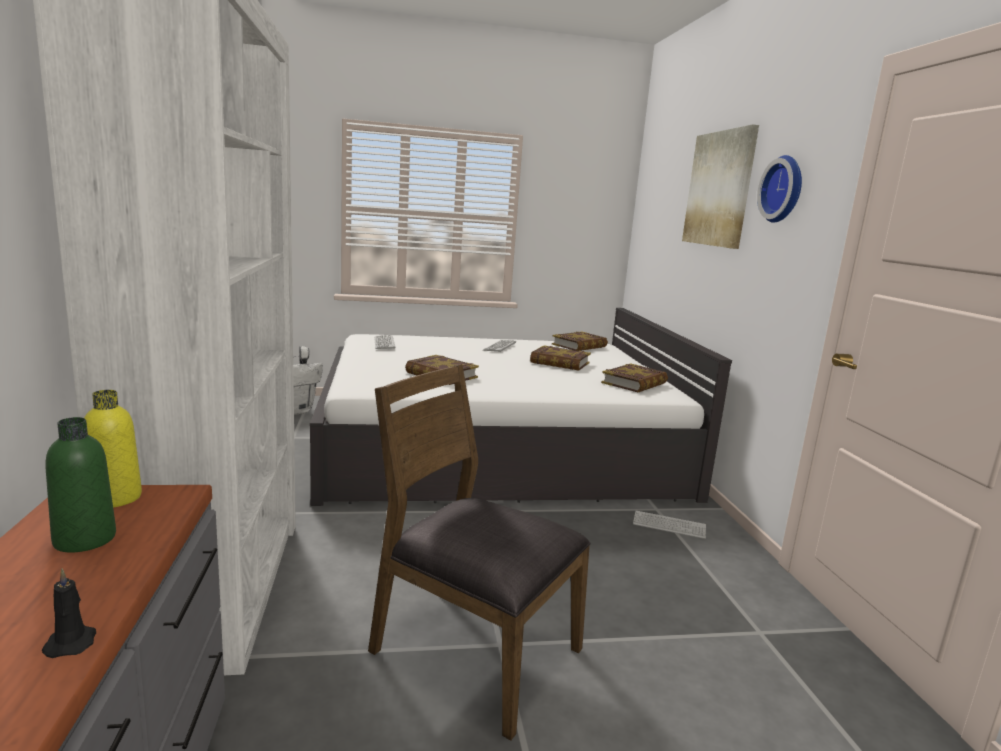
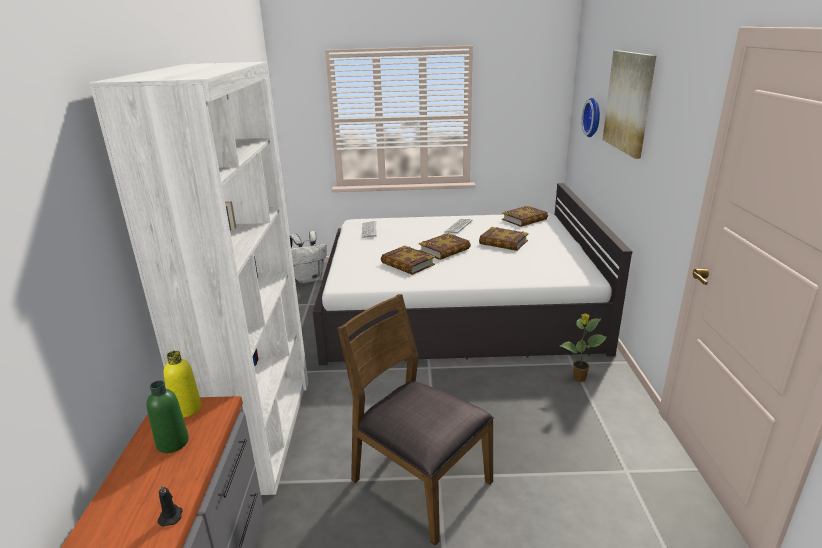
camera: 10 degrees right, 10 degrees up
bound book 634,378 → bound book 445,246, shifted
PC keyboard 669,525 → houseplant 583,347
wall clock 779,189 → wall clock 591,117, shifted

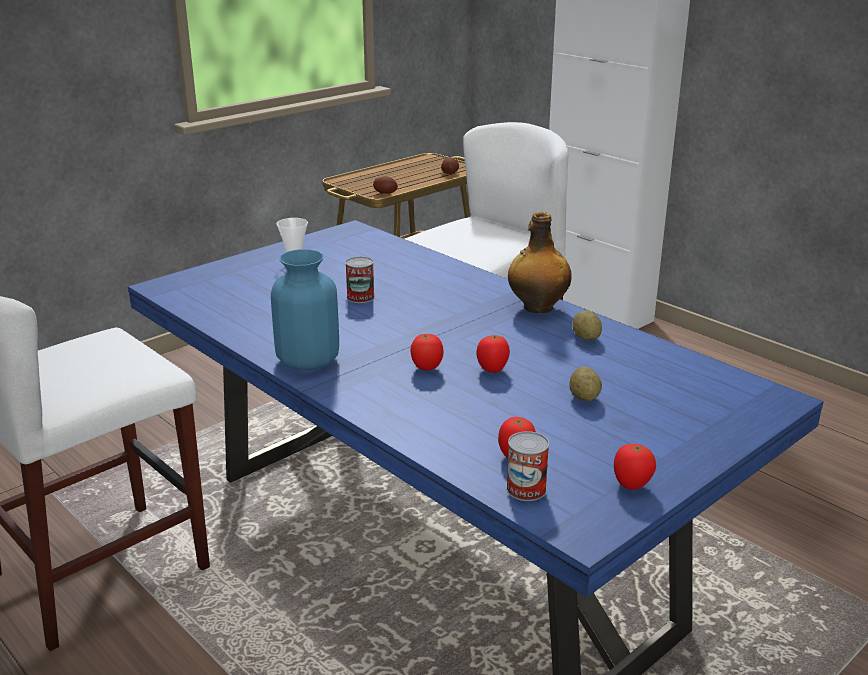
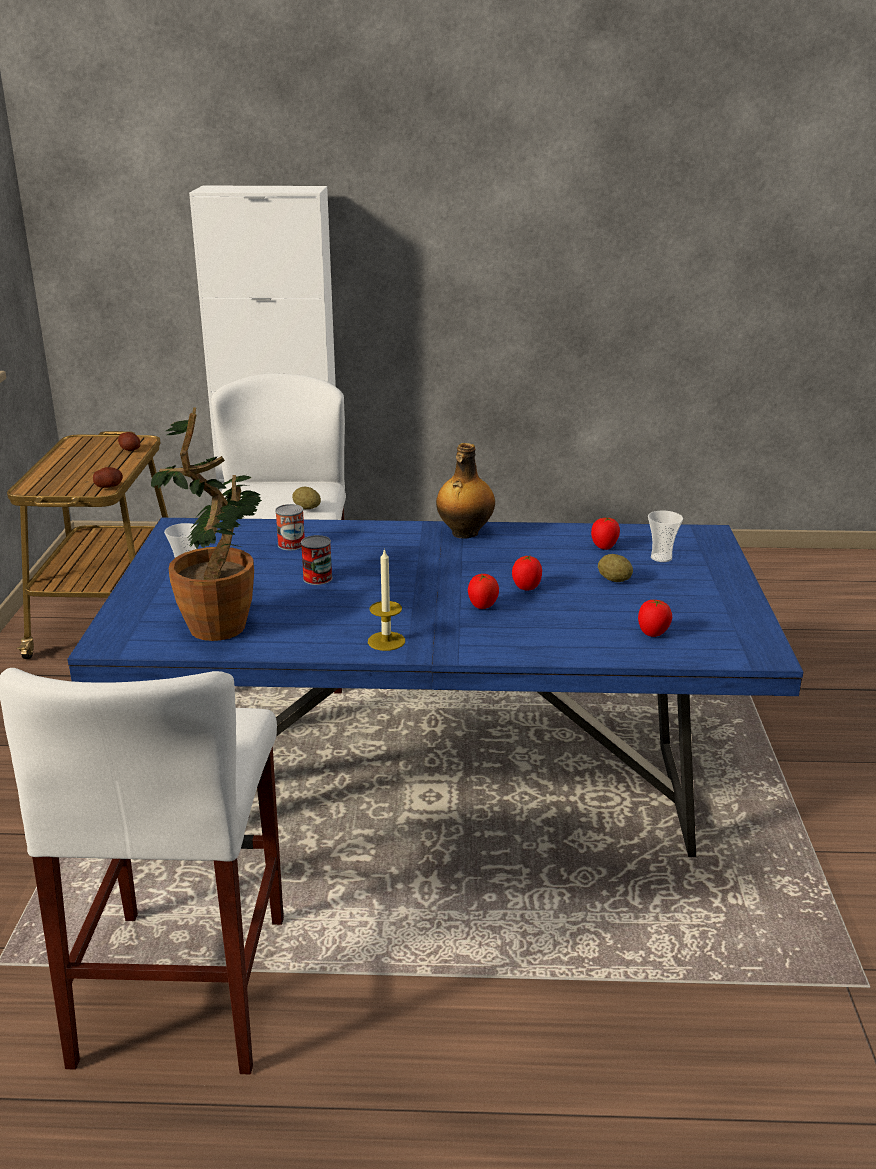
camera: 45 degrees left, 0 degrees up
decorative vase in blue-coloured 305,309 → candle 386,599
sealed can 527,466 → sealed can 290,527, shifted
potato 587,325 → potato 306,498, shifted
whole tomato 635,467 → whole tomato 605,533, shifted
- → houseplant 206,524
- → small cup 665,536

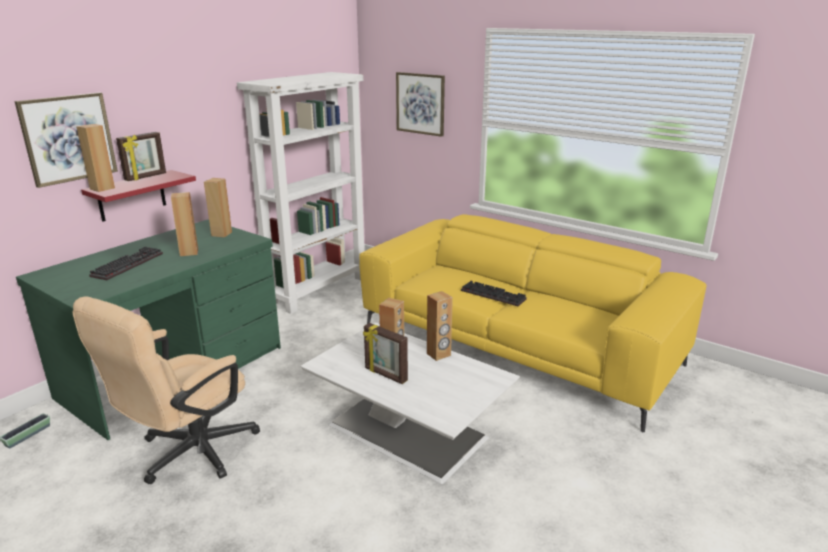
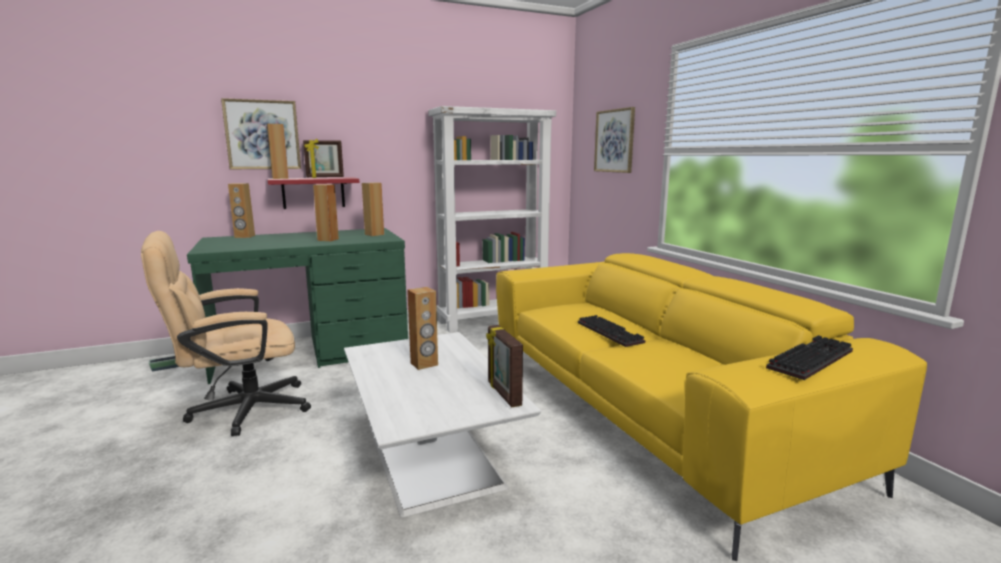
camera: 30 degrees right, 10 degrees down
PC keyboard 126,263 → PC keyboard 809,357, shifted
picture frame 385,353 → picture frame 504,366, shifted
loudspeaker in brownish 440,326 → loudspeaker in brownish 241,210, shifted

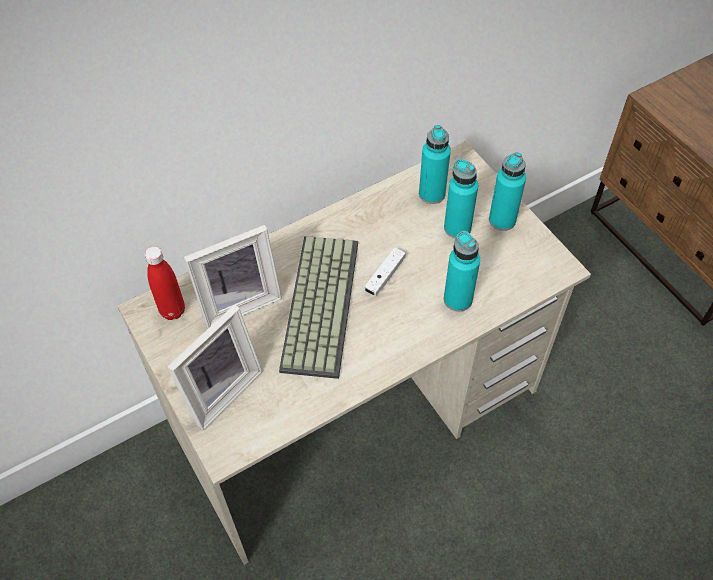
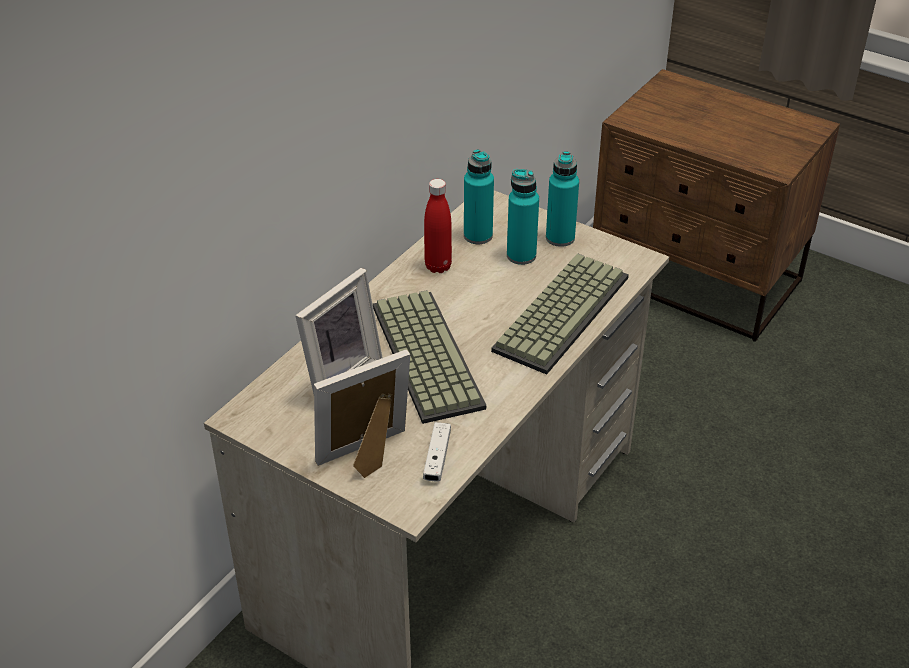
camera: 25 degrees left, 15 degrees down
drink bottle in red 165,283 → drink bottle in red 438,226, shifted
picture frame 215,367 → picture frame 362,414, 135 degrees counterclockwise
joypad in white-coloured 385,271 → joypad in white-coloured 437,451, shifted
drink bottle in turquoise-coloured 462,271 → PC keyboard 560,314

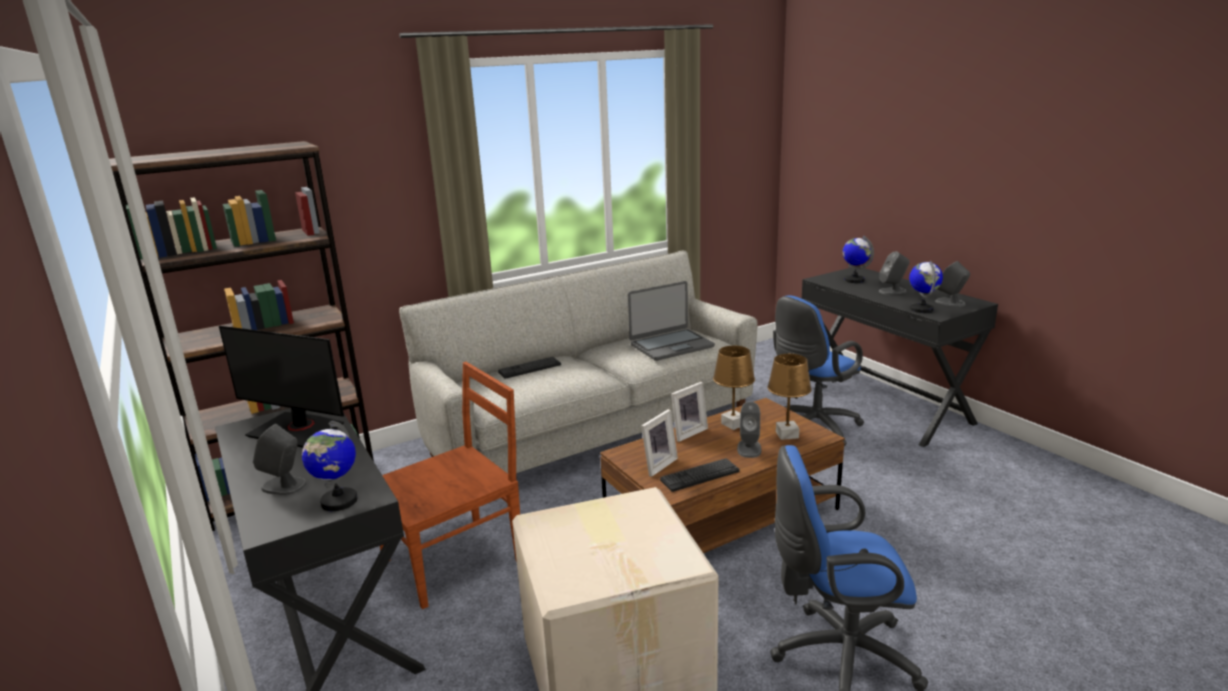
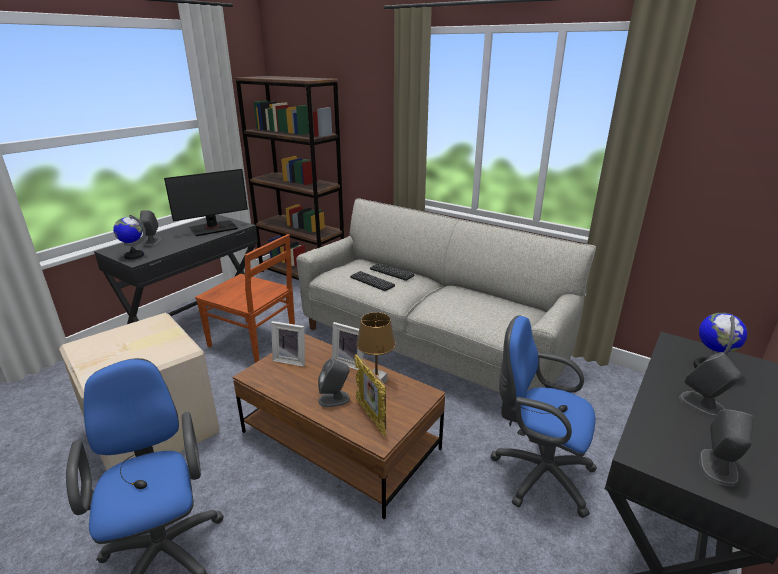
camera: 65 degrees right, 5 degrees up
computer display 281,387 → computer display 206,202, 120 degrees counterclockwise
laptop 671,321 → -
PC keyboard 699,475 → PC keyboard 372,281, shifted
table lamp in brownish 789,397 → picture frame 370,395
desk globe 926,286 → -

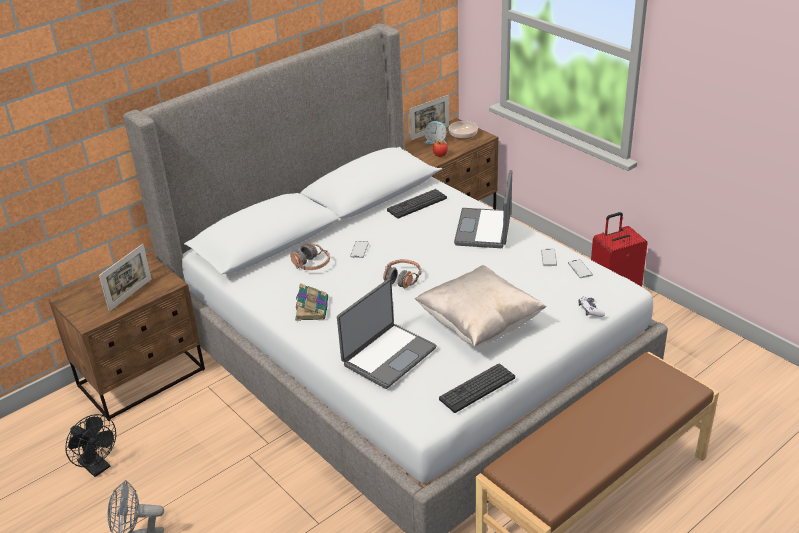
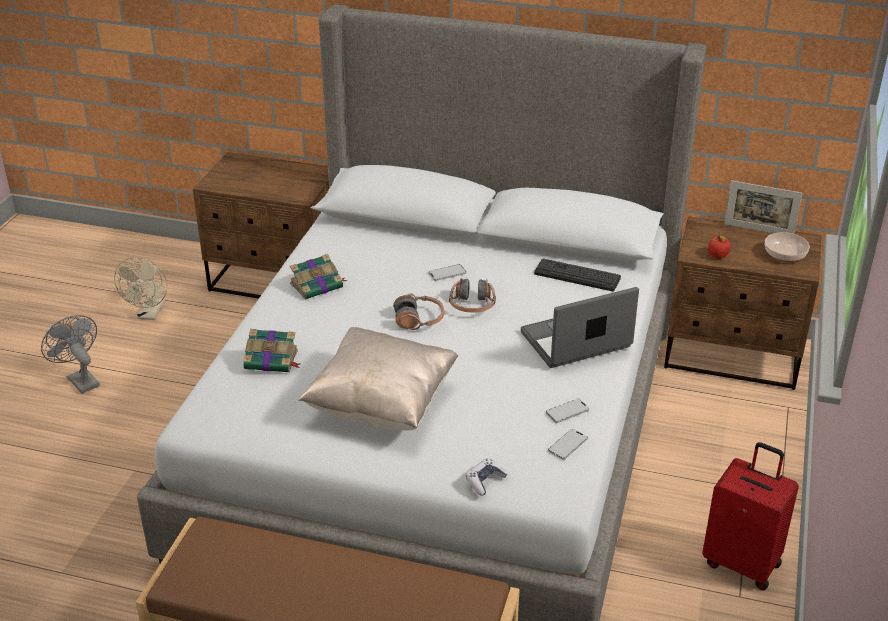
camera: 55 degrees right, 0 degrees up
fan in black 90,445 → fan in sand-coloured 140,288
picture frame 125,278 → -
headphones 310,256 → headphones 472,295, shifted
laptop 387,334 → bound book 271,350
alarm clock 435,132 → -
PC keyboard 477,388 → -

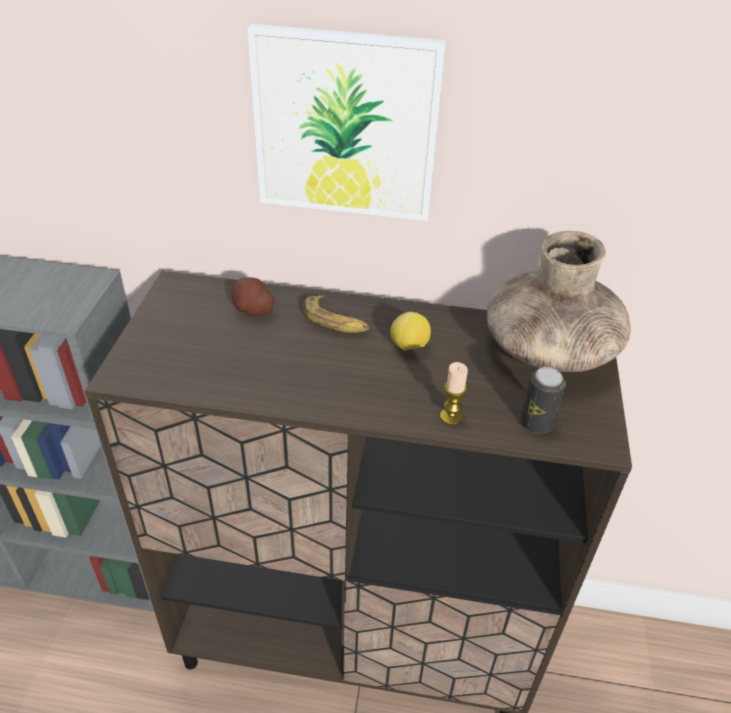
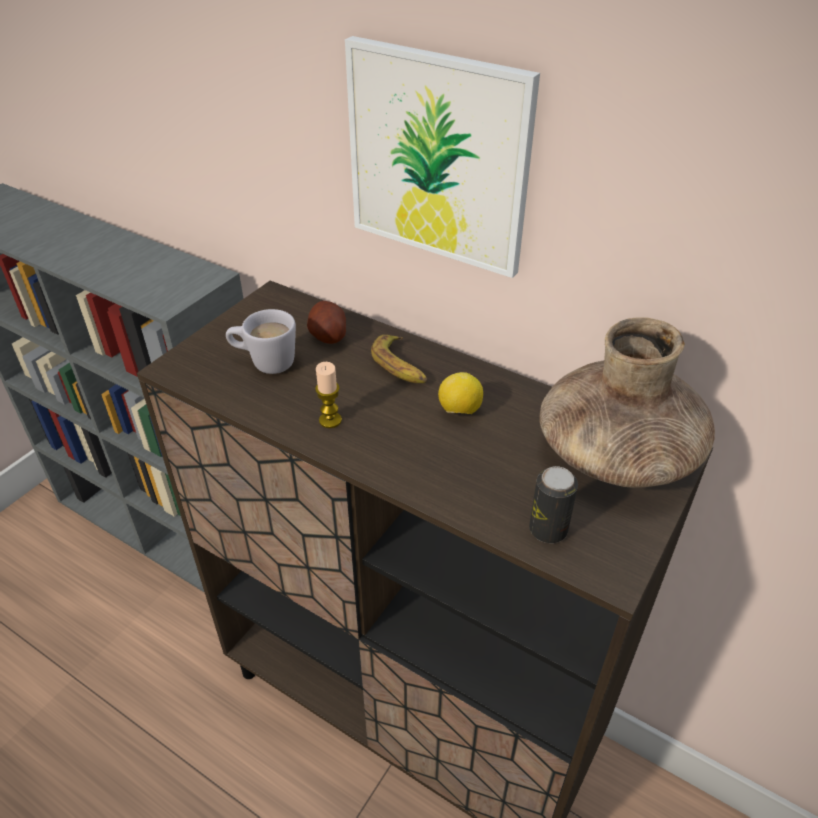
camera: 25 degrees right, 0 degrees up
candle 454,393 → candle 328,395, shifted
- → mug in white-coloured 261,341

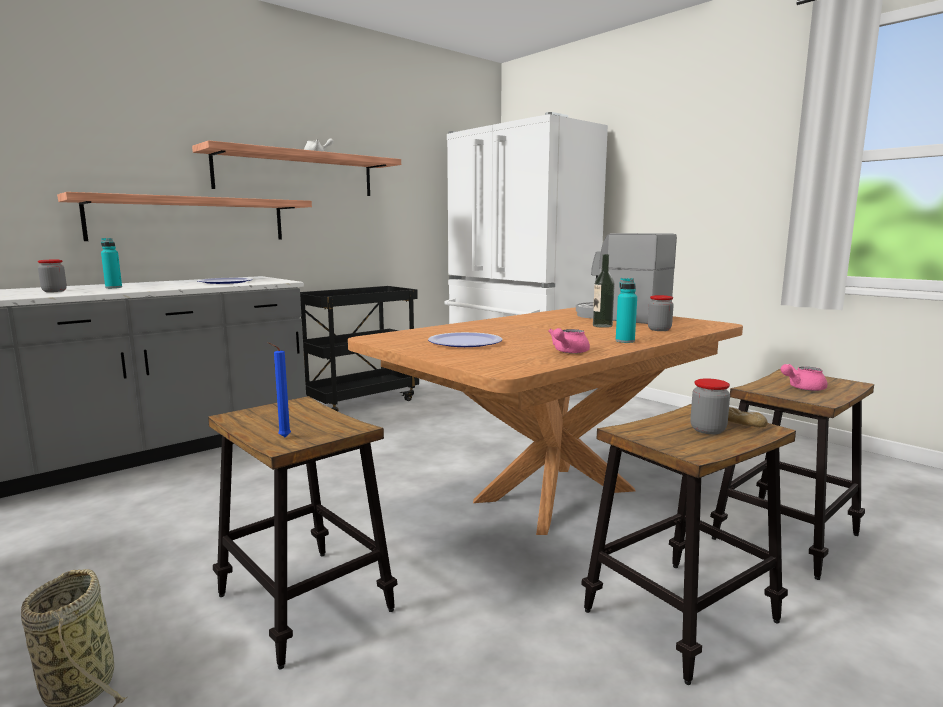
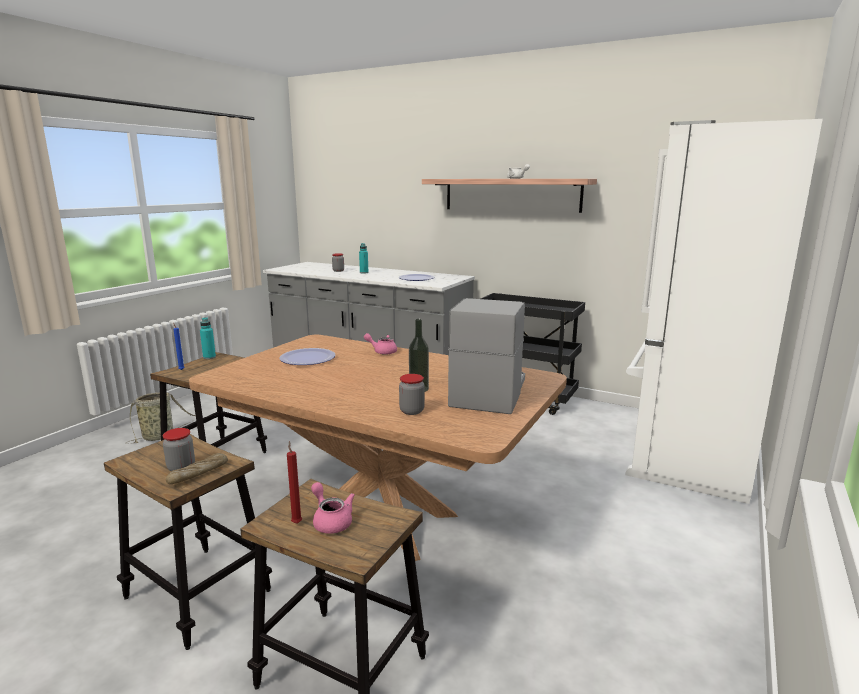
camera: 70 degrees right, 5 degrees up
wall shelf 184,216 → -
pot for tea in pink-coloured 569,341 → pot for tea in pink-coloured 380,344, shifted
drink bottle in turquoise-coloured 626,310 → drink bottle in turquoise-coloured 208,338, shifted
- → candle in red 294,482

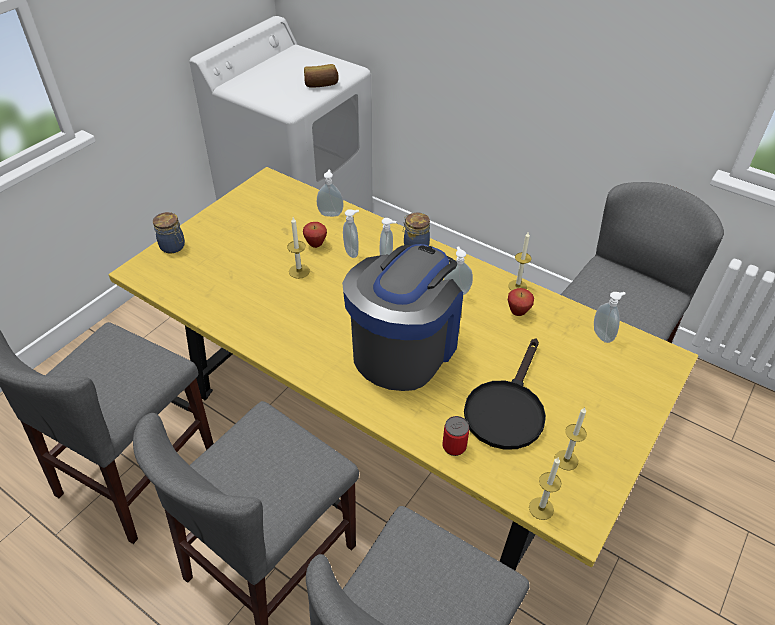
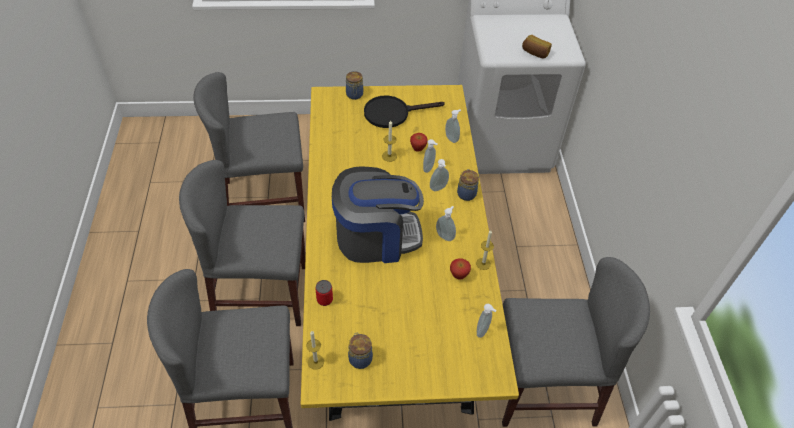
camera: 50 degrees right, 5 degrees up
pan in black 505,394 → pan in black 404,112, shifted
candle 571,439 → preserve jar 360,351

